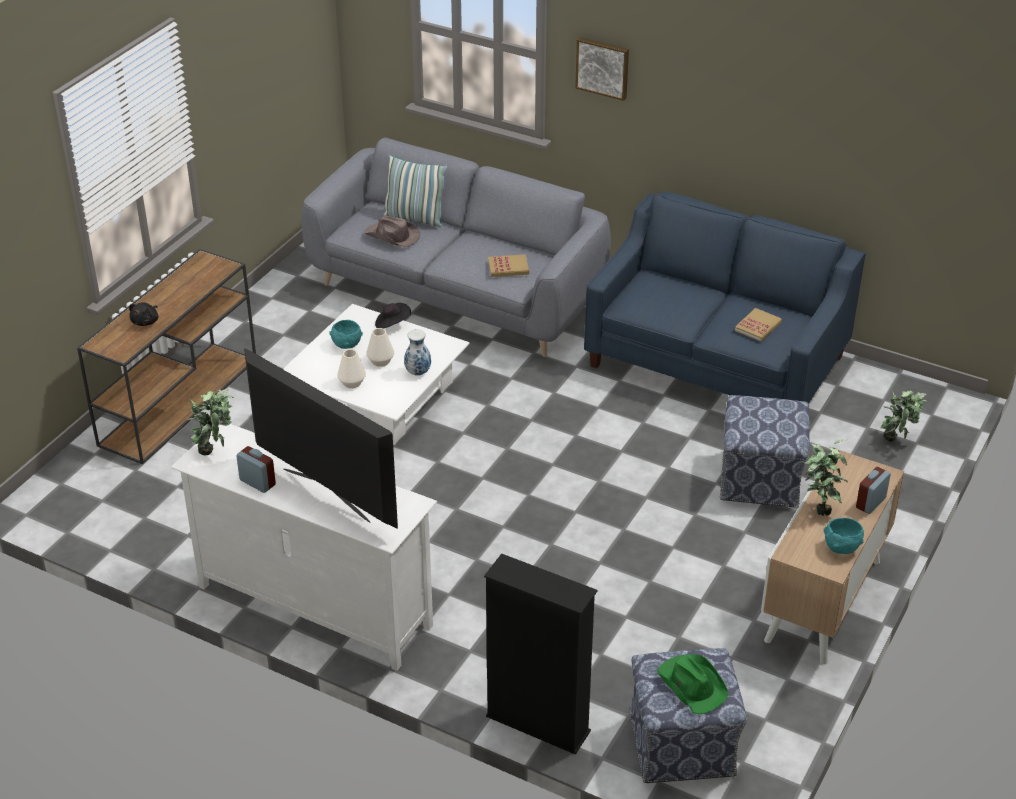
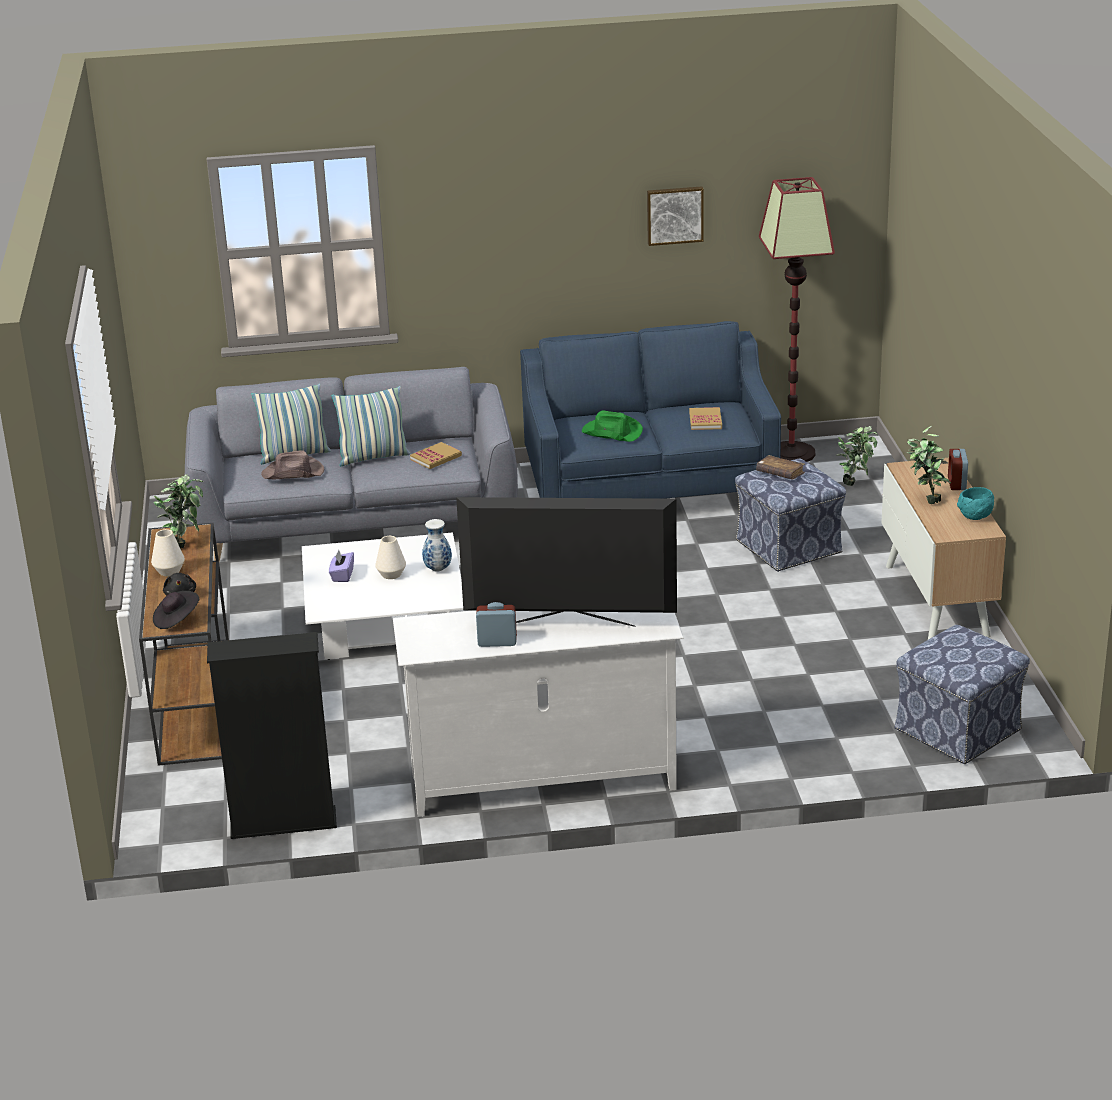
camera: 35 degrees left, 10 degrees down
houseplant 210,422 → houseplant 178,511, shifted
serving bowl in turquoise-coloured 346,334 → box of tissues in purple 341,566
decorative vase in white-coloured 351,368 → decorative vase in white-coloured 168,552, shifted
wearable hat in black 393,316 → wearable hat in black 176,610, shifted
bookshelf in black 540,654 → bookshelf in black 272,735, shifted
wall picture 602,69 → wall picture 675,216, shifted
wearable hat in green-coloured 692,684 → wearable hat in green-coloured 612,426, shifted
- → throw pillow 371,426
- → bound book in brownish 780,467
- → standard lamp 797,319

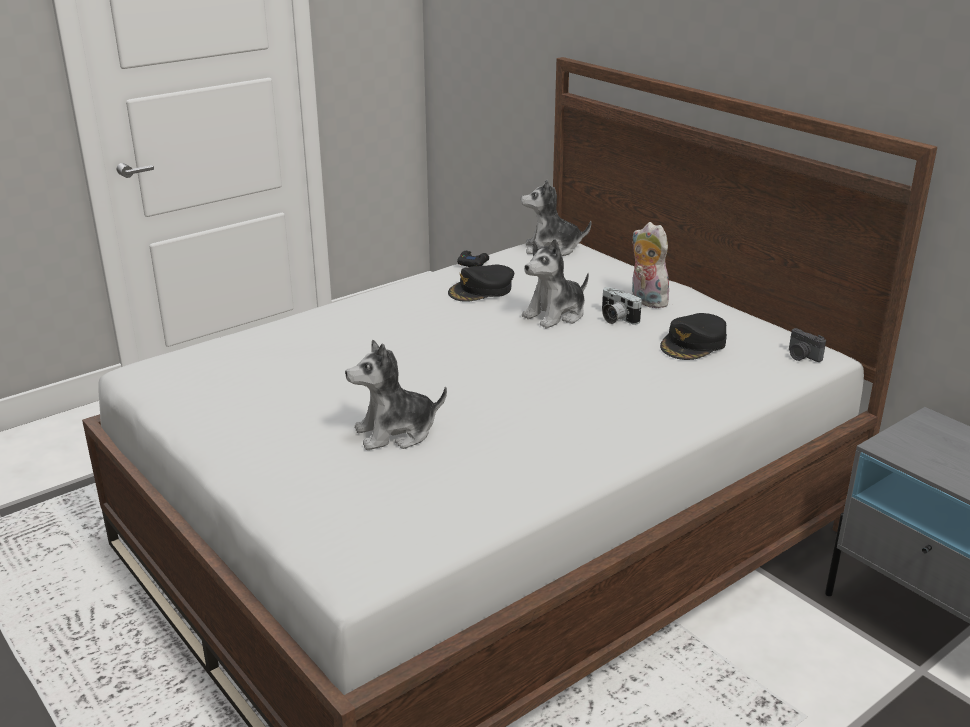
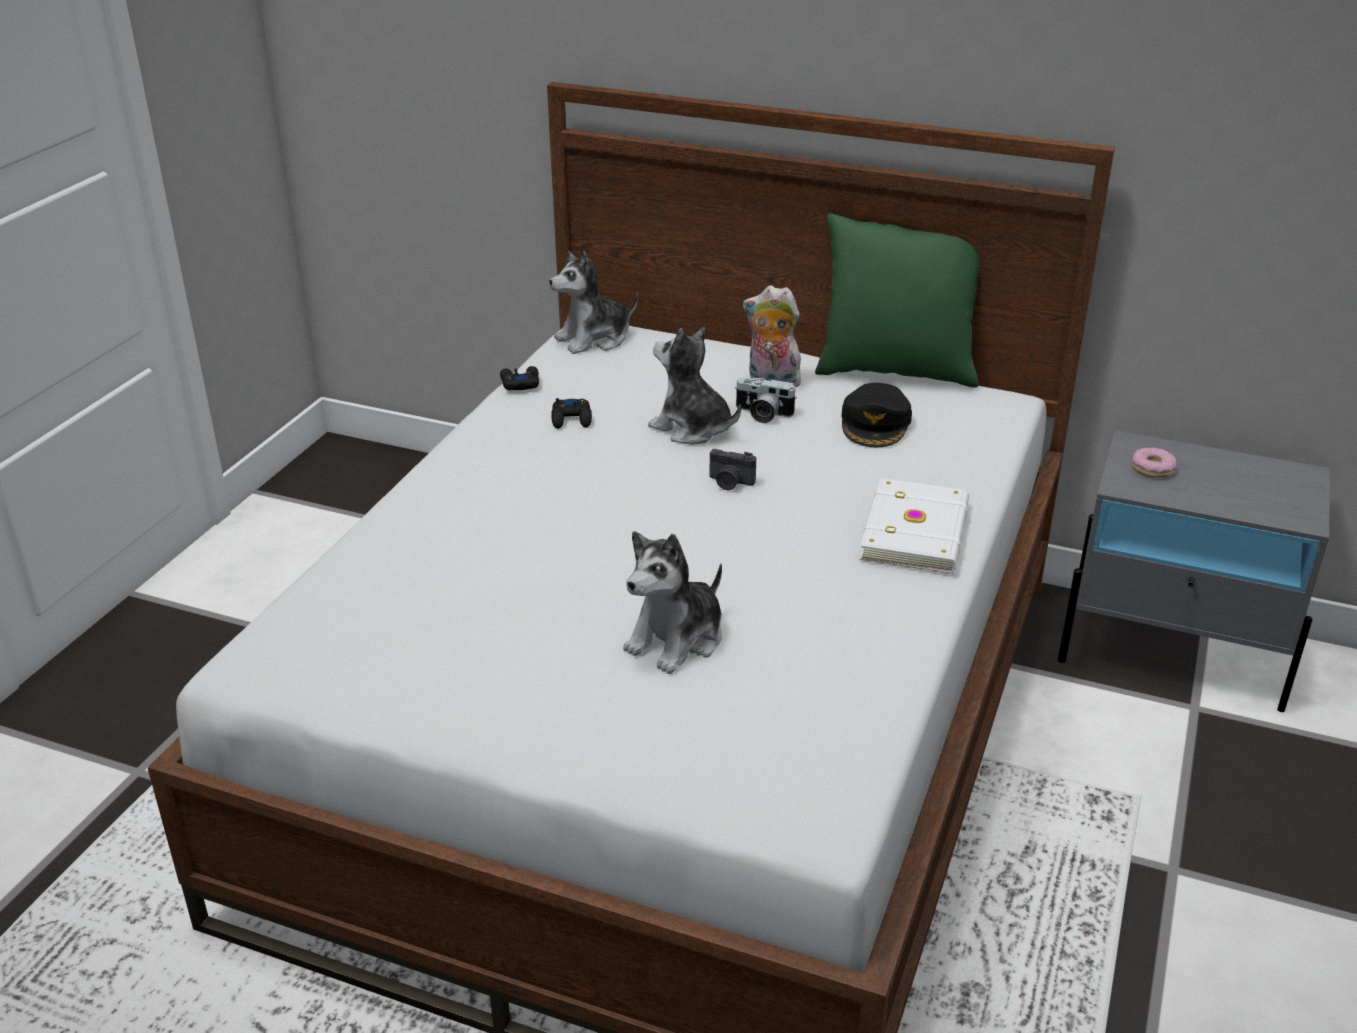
camera: 30 degrees left, 5 degrees up
baseball cap in black 481,283 → joypad in black 571,413
plush toy 555,284 → plush toy 694,386, 105 degrees clockwise
photo camera 807,345 → photo camera 732,469, shifted
- → throw pillow in green-coloured 897,300
- → bound book in white-coloured 914,526
- → donut 1154,463

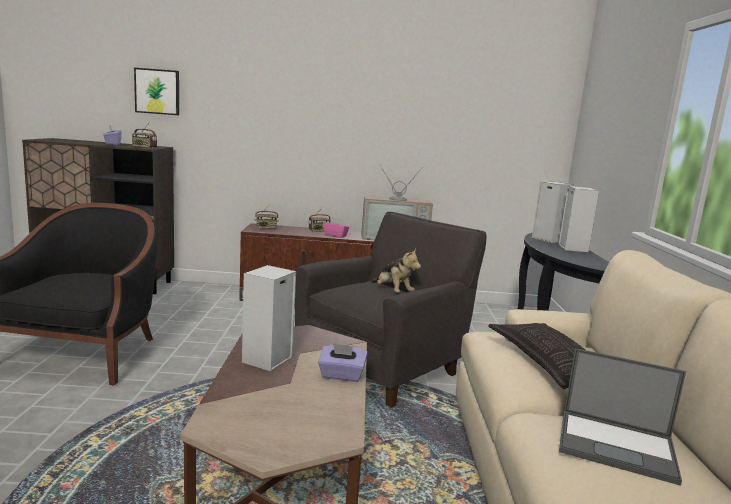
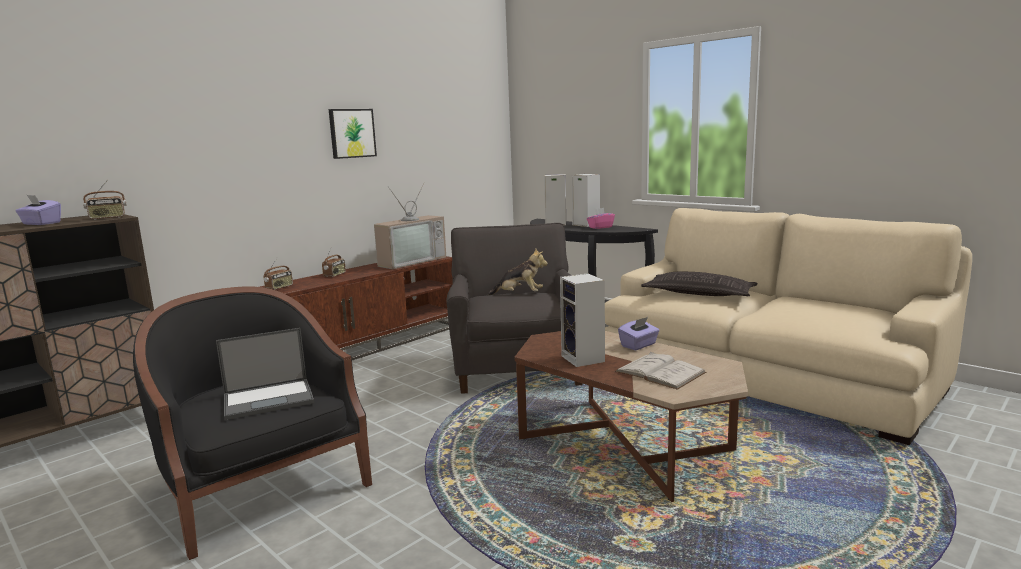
camera: 45 degrees left, 0 degrees up
wall picture 156,91 → wall picture 353,134, shifted
box of tissues in pink-coloured 336,227 → box of tissues in pink-coloured 601,218, shifted
laptop 622,417 → laptop 265,374, shifted
- → bound book in white-coloured 660,371

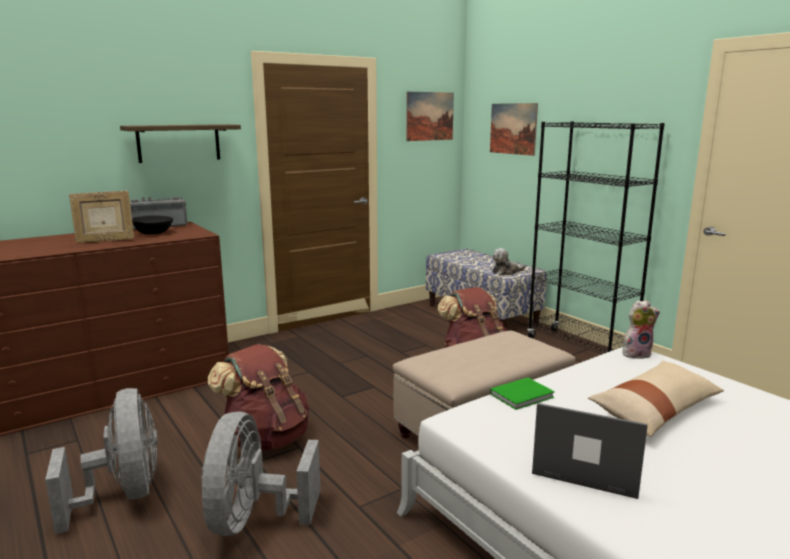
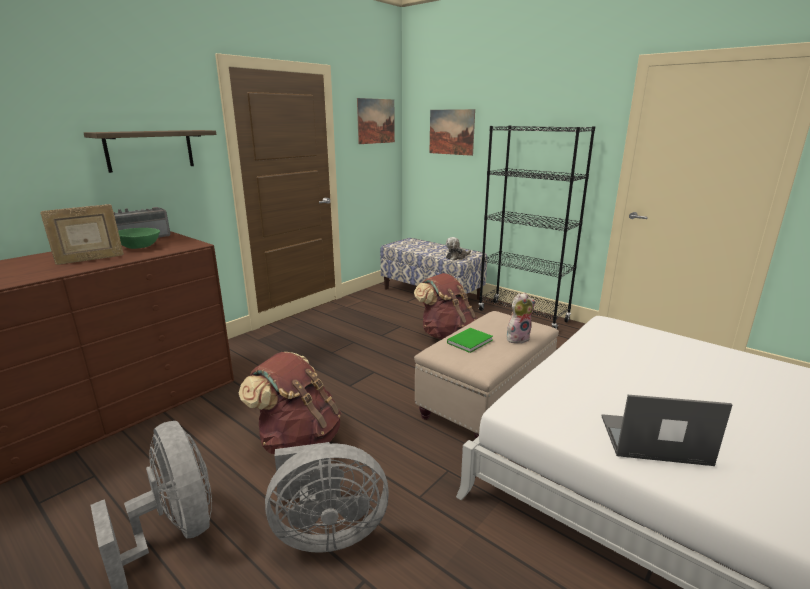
camera: 15 degrees left, 5 degrees up
serving bowl in black 152,224 → serving bowl in green-coloured 139,238
fan in grey 261,473 → fan in grey 327,497, 90 degrees counterclockwise
bound book in green-coloured 522,394 → bound book in green-coloured 470,340, shifted
throw pillow in sand-coloured 656,399 → -
plush toy 641,329 → plush toy 521,318, shifted

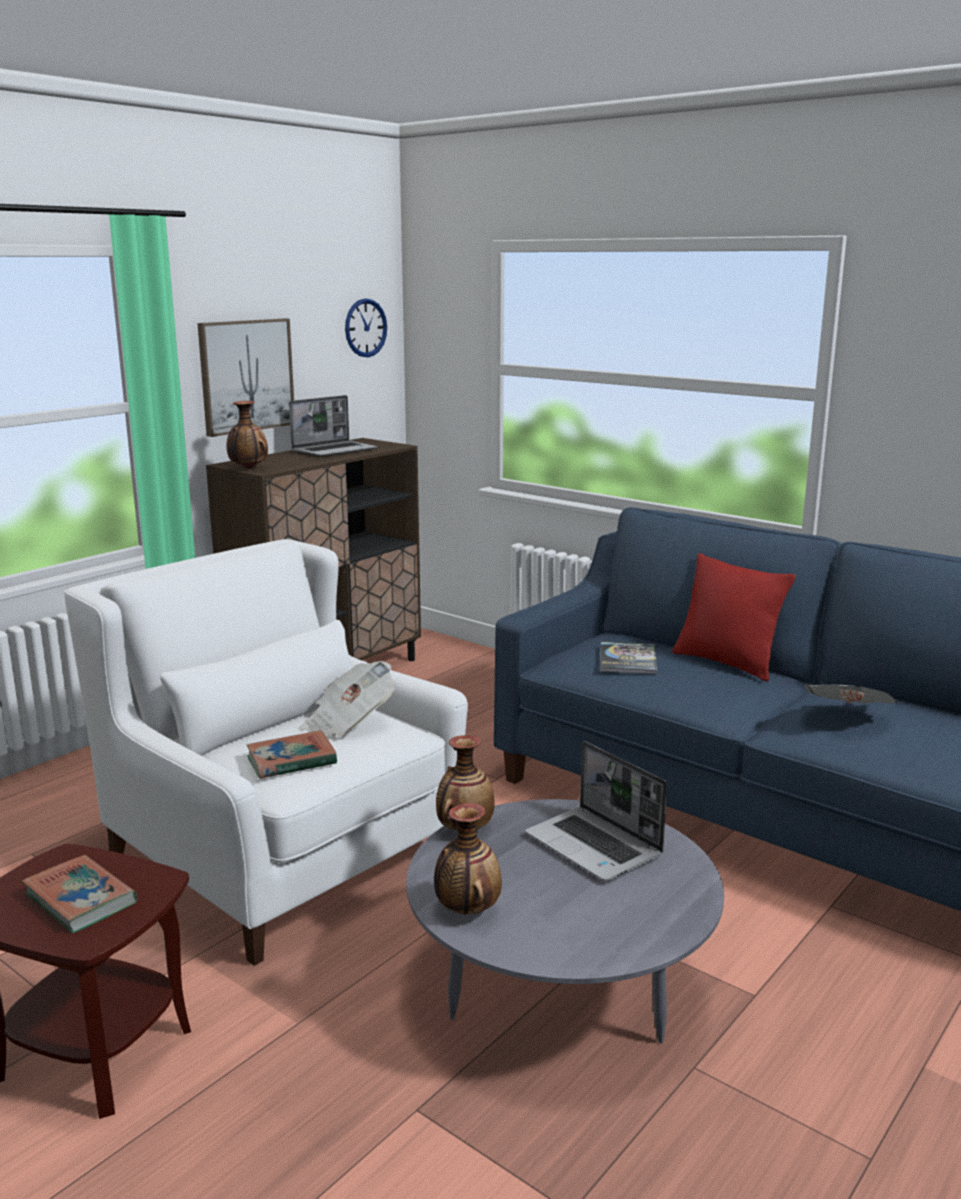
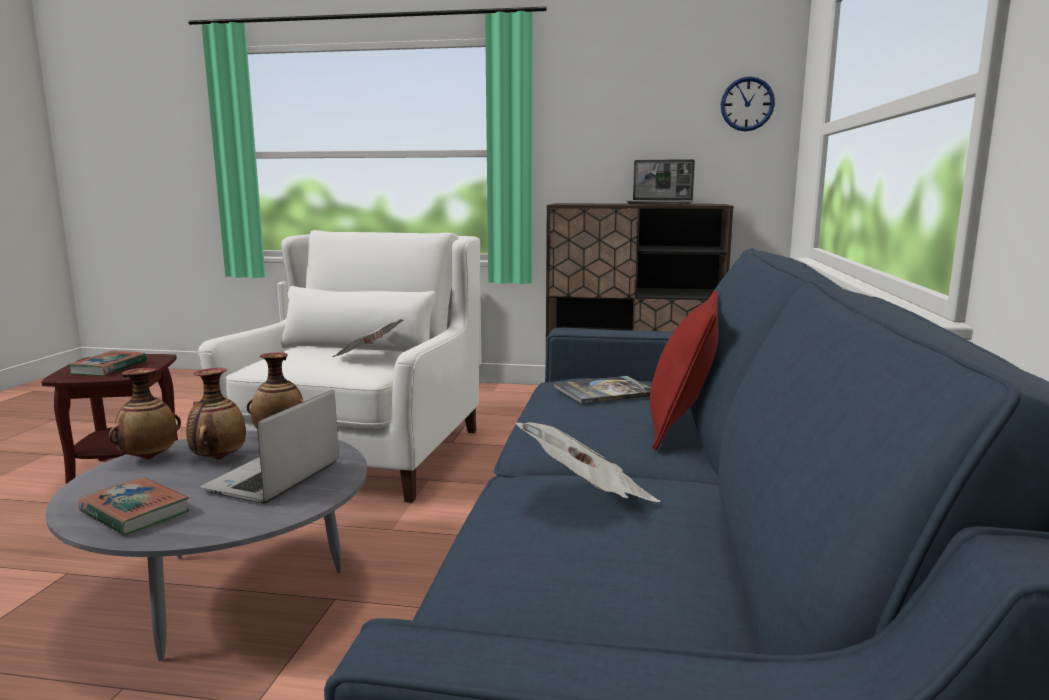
camera: 60 degrees right, 5 degrees down
wall picture 245,377 → -
decorative vase 247,435 → decorative vase 216,413, shifted
bound book 292,754 → bound book 133,506, shifted

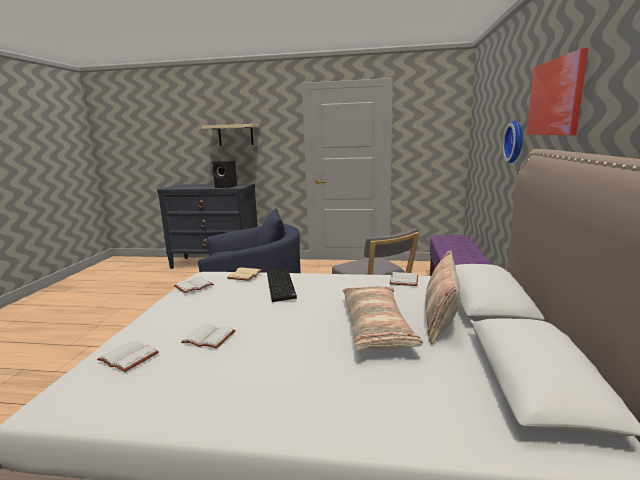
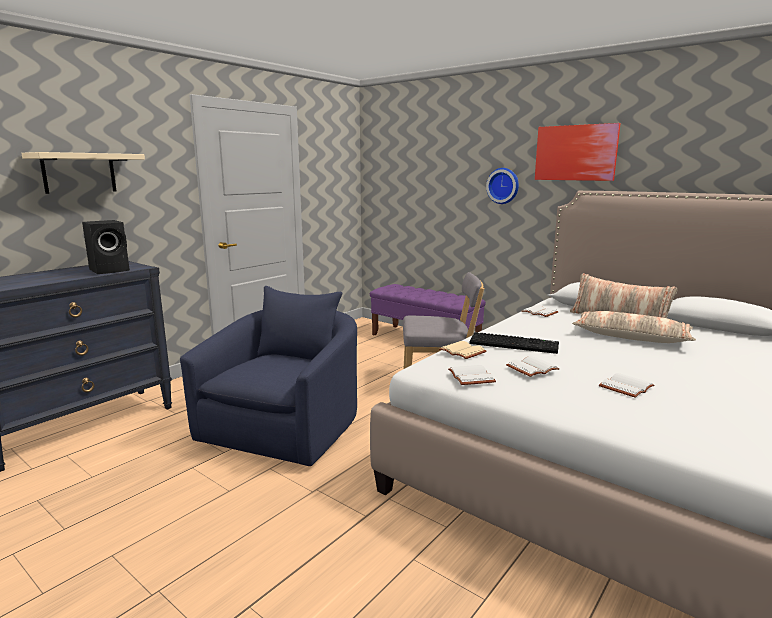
camera: 60 degrees left, 0 degrees up
bound book in white-coloured 128,356 → bound book in white-coloured 533,366, shifted

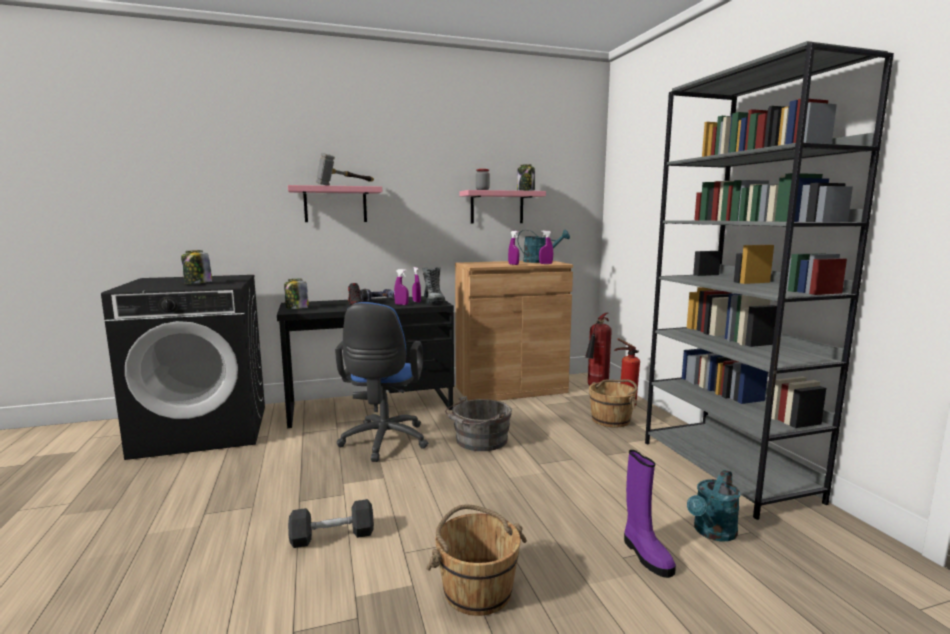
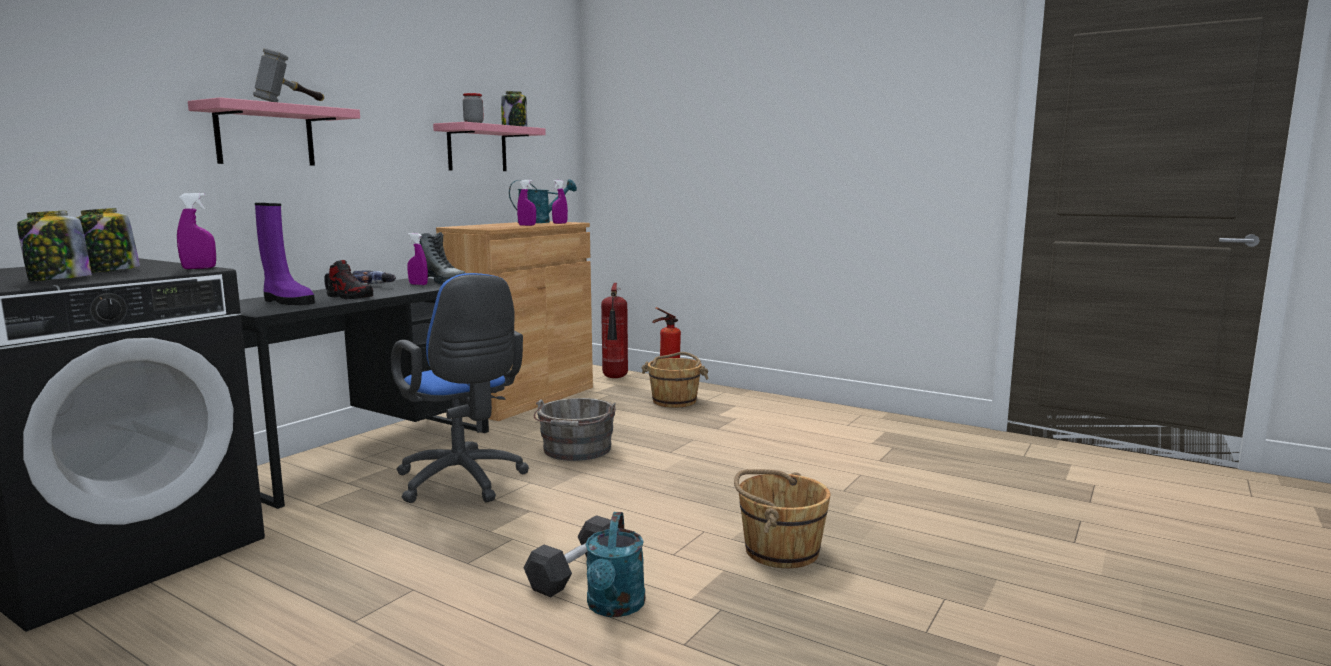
camera: 40 degrees left, 0 degrees up
preserve jar 296,293 → preserve jar 54,246, shifted
hand sprayer in purple 401,287 → hand sprayer in purple 196,231, shifted
high-top boot in purple 650,514 → high-top boot in purple 285,254, shifted
bookshelf in grey 769,280 → -
watering can in turquoise-coloured 714,505 → watering can in turquoise-coloured 615,564, shifted

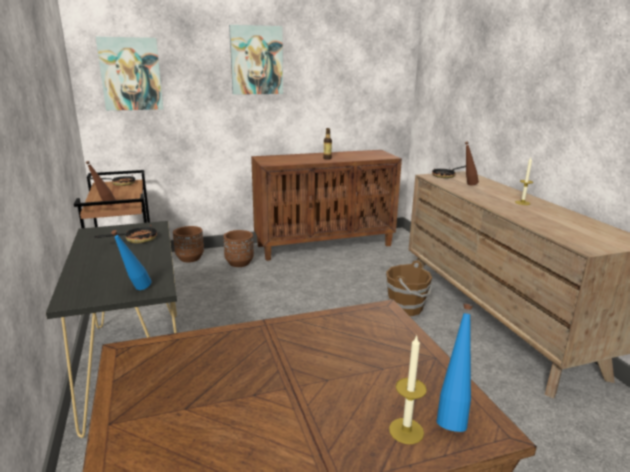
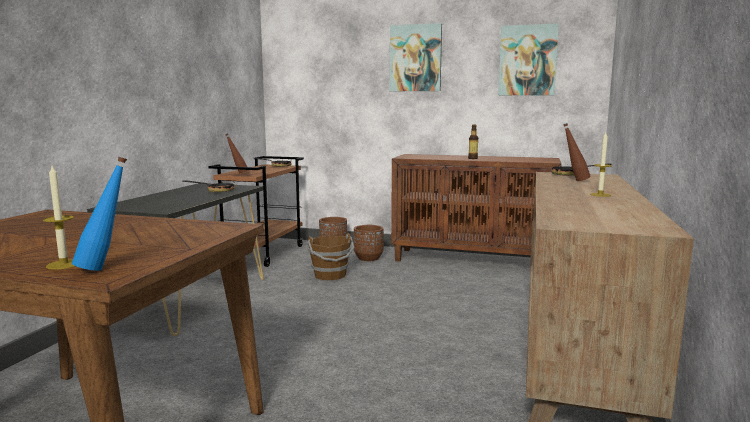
camera: 35 degrees right, 10 degrees down
wall picture 129,74 → wall picture 528,59, shifted
drink bottle in blue-coloured 131,260 → -
water bucket in brownish 409,288 → water bucket in brownish 331,256, shifted

